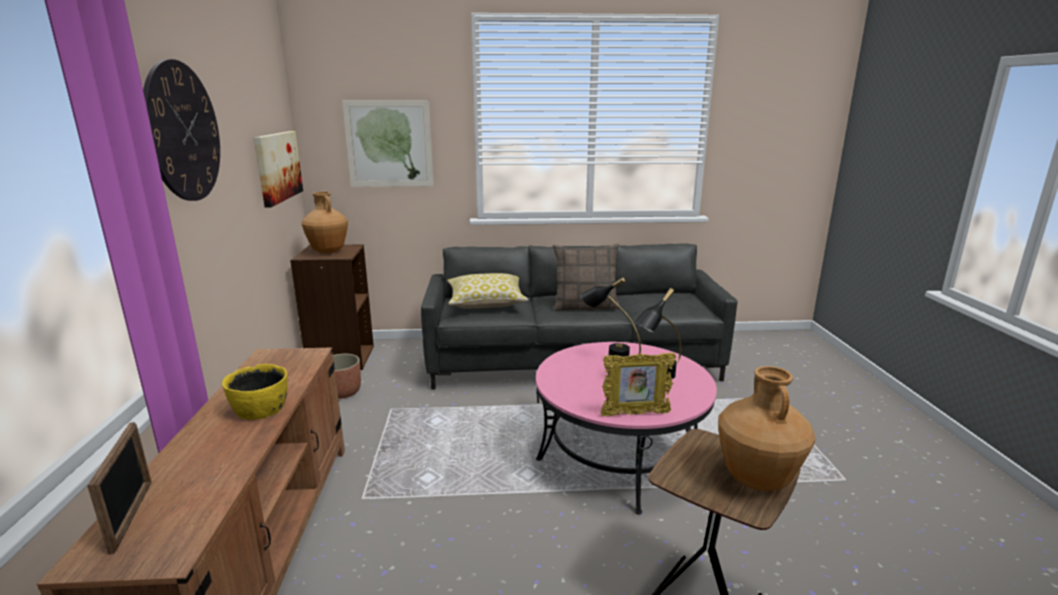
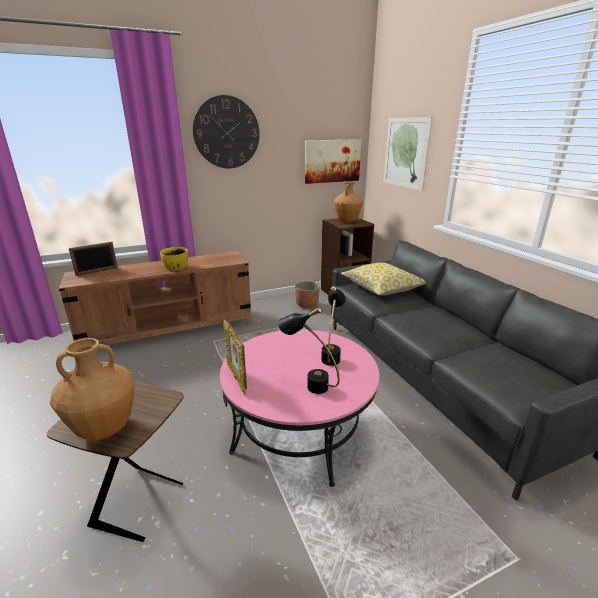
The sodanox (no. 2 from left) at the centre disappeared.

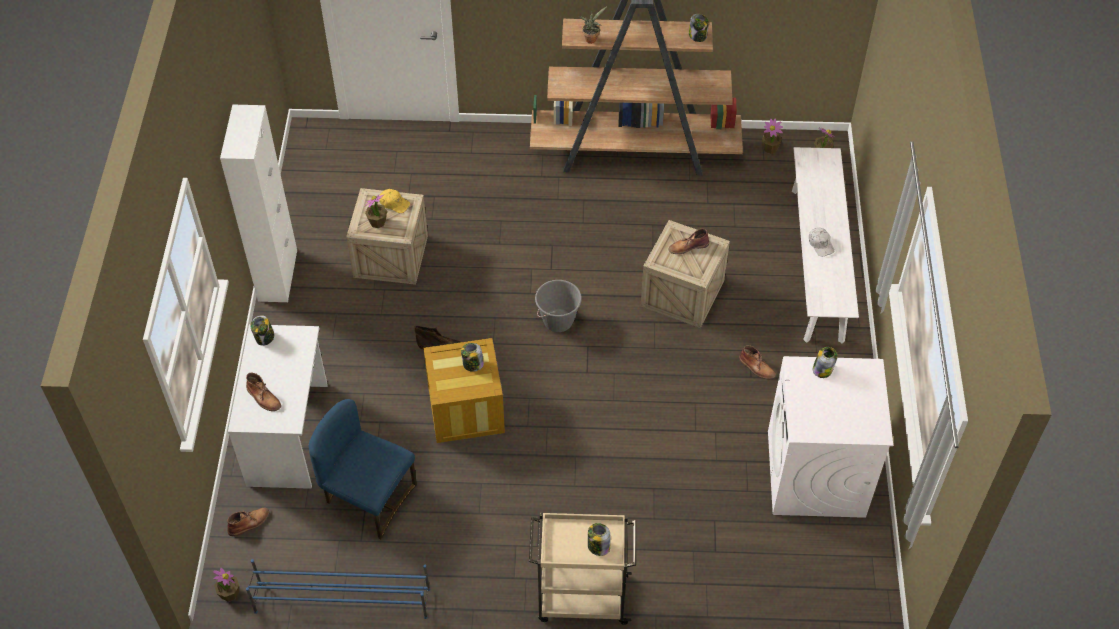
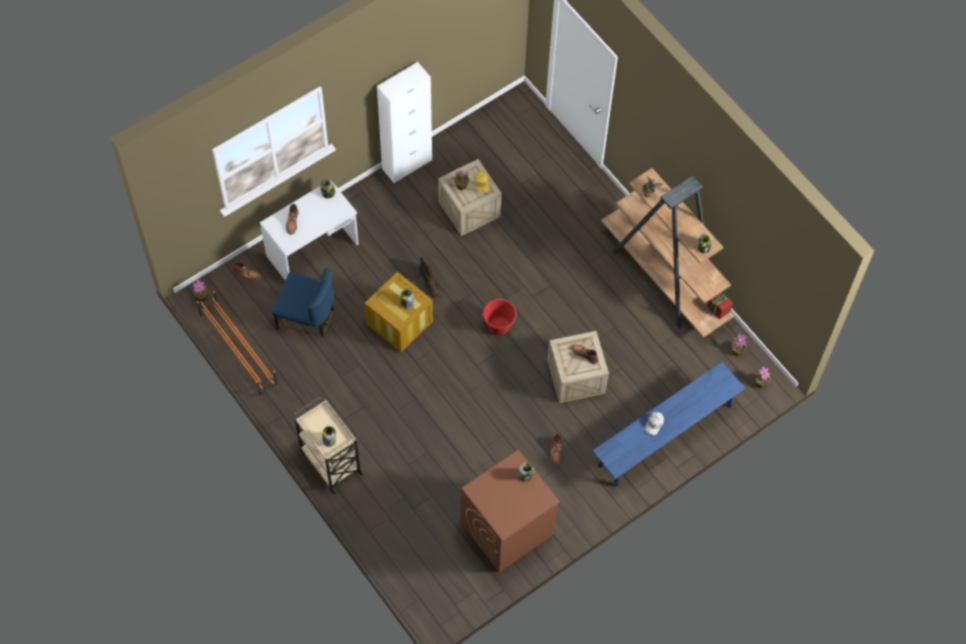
The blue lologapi at the bottom left became the orange lologapi at the middle left. The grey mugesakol at the centre became the red mugesakol at the centre. The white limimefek at the bottom right became the brown limimefek at the bottom centre. The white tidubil at the middle right became the blue tidubil at the middle right. The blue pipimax at the bottom left turned 120 degrees clockwise.

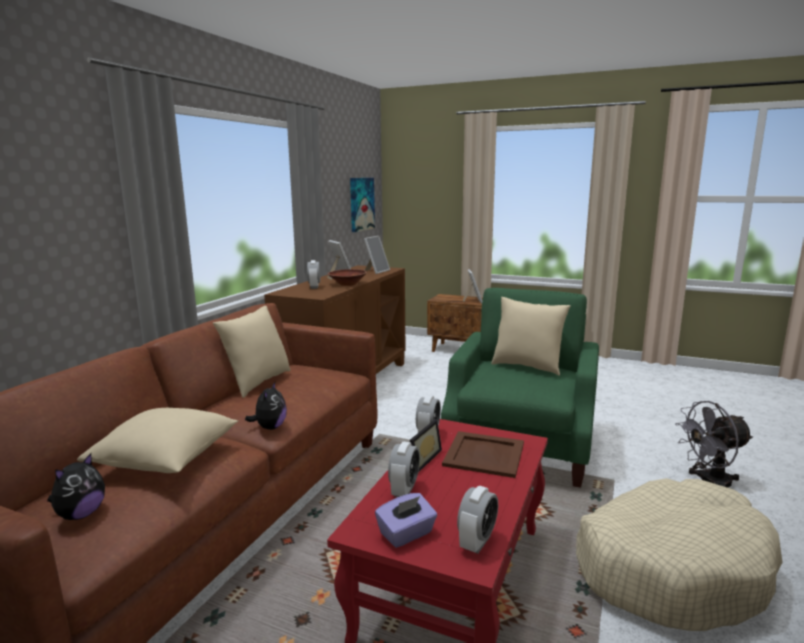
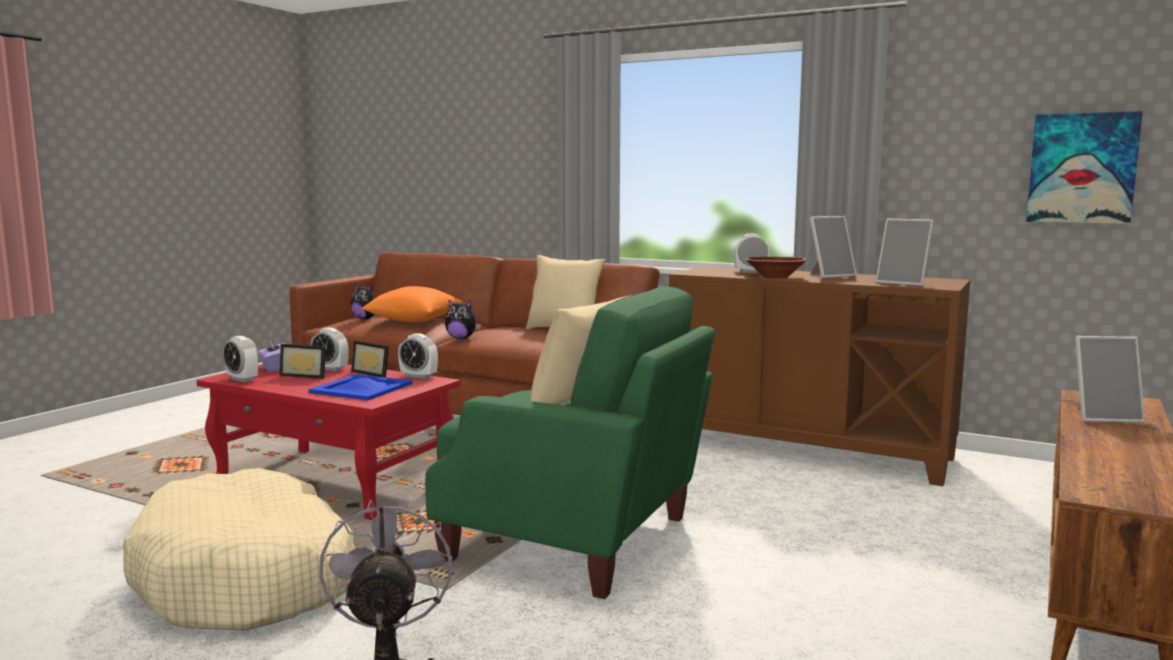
The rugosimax (no. 1 from left) at the middle left appeared. The beige sodanox (no. 1 from left) at the bottom left became the orange sodanox at the centre. The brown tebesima at the bottom centre became the blue tebesima at the middle left.

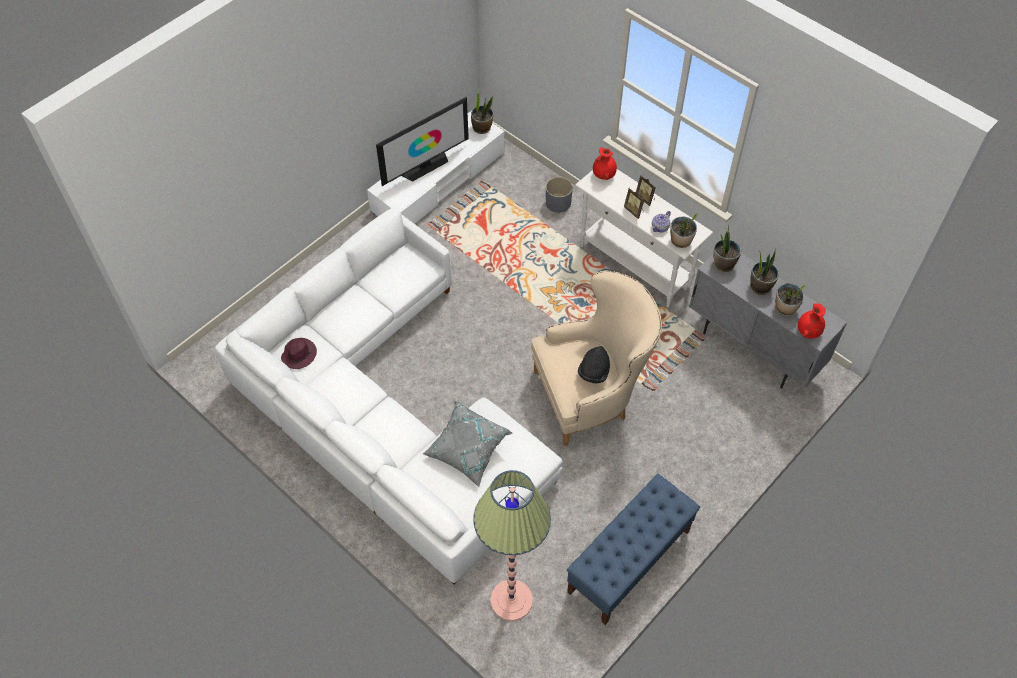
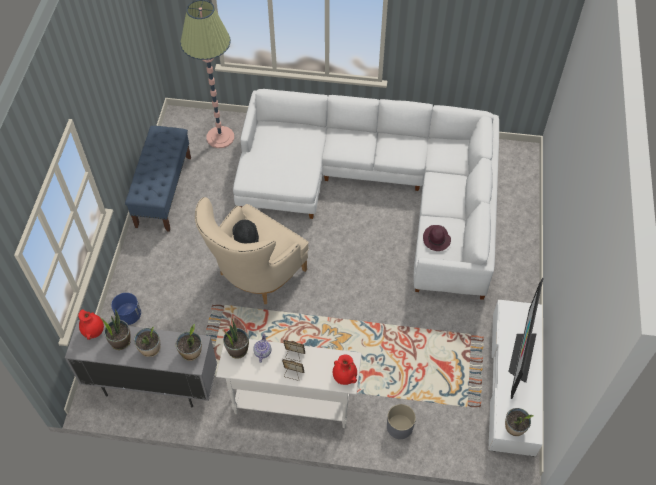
The grey sodanox at the centre disappeared. The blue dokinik at the middle left appeared. The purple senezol moved from the middle left to the centre.

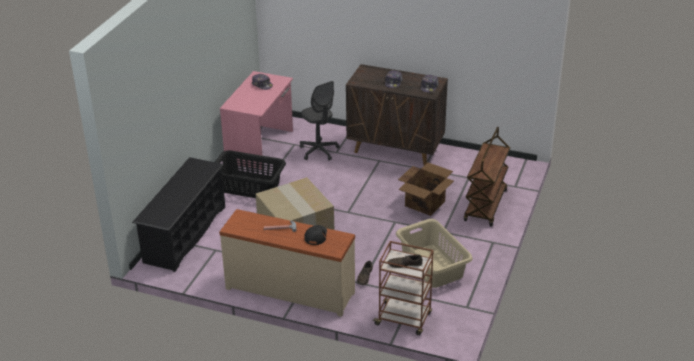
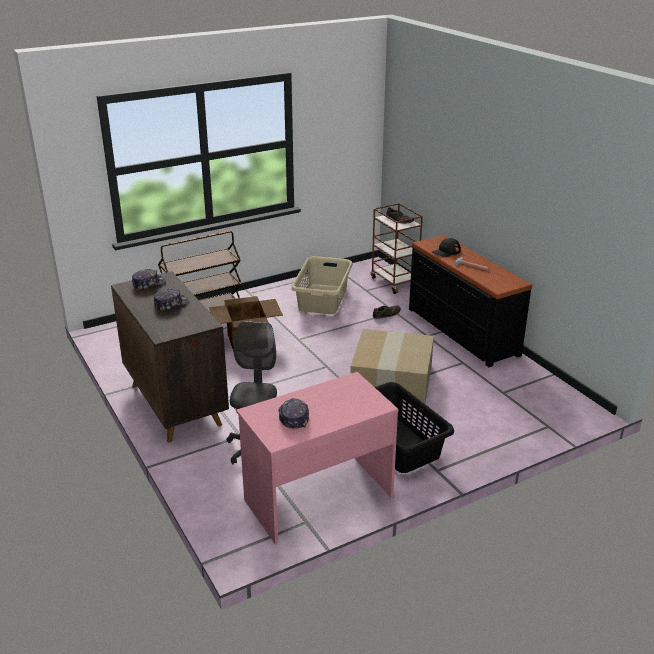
The black lologapi at the middle left disappeared. The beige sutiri at the bottom centre became the black sutiri at the middle right.

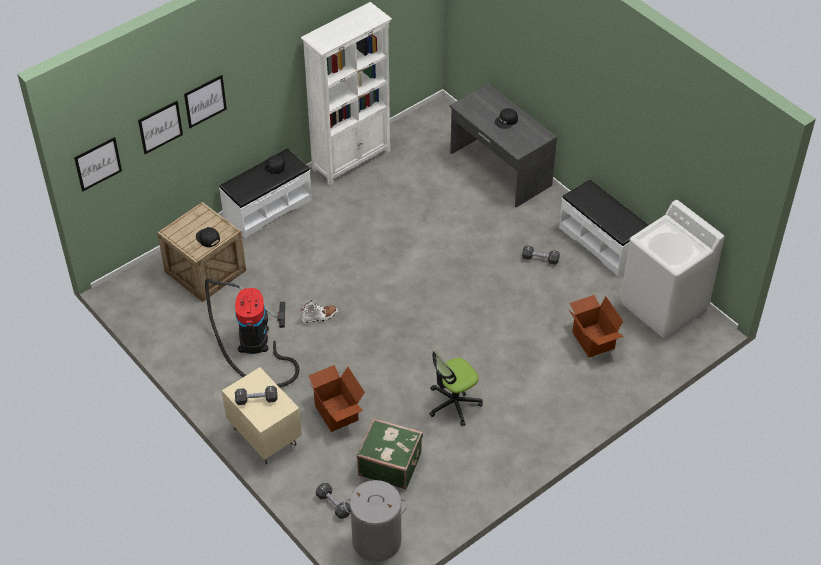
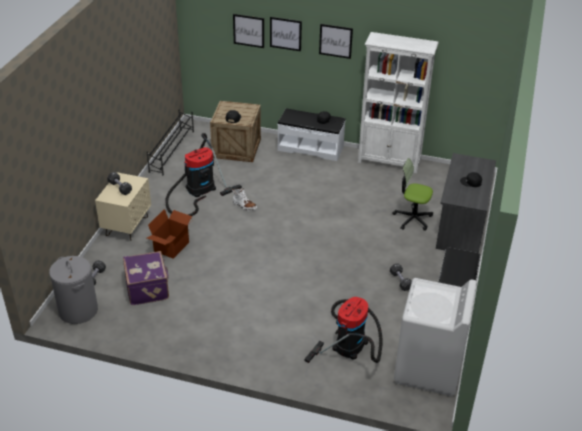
The black lologapi at the top left appeared. The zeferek (no. 1 from left in the first image) moved from the top left to the top centre. The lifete moved from the bottom centre to the middle right. The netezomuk (no. 2 from left) at the middle right was replaced by the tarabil (no. 2 from left) at the bottom centre. The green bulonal at the bottom centre became the purple bulonal at the middle left.

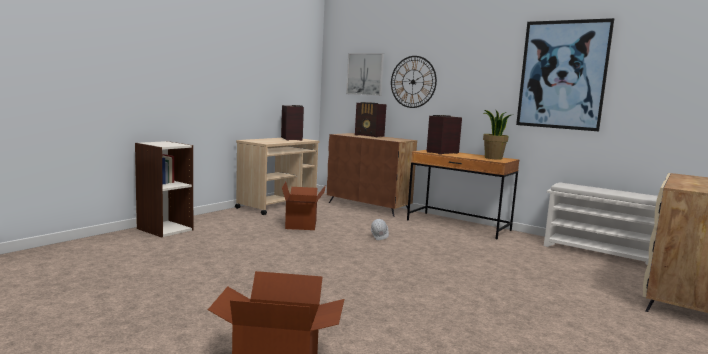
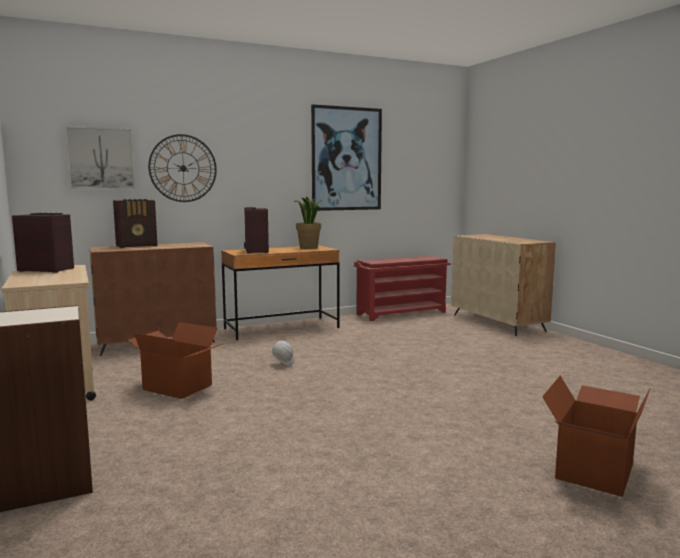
The white lologapi at the middle right became the red lologapi at the centre.

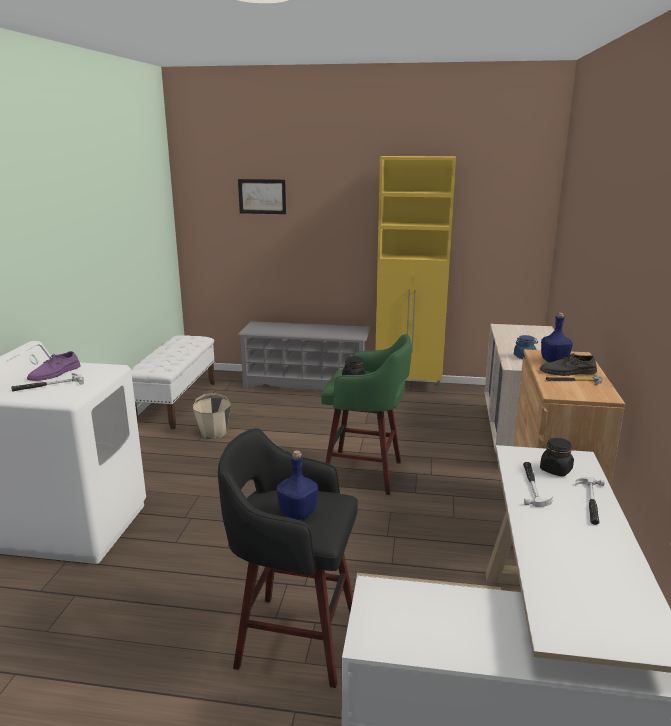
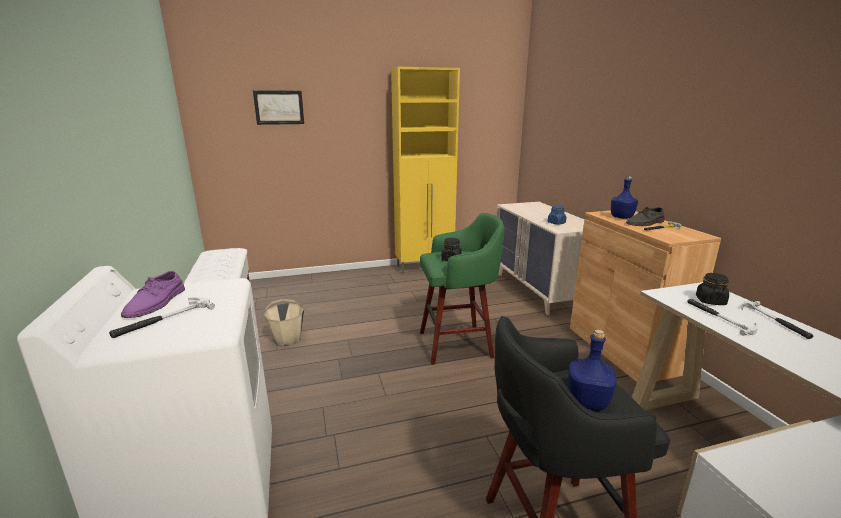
The grey lologapi at the centre disappeared.

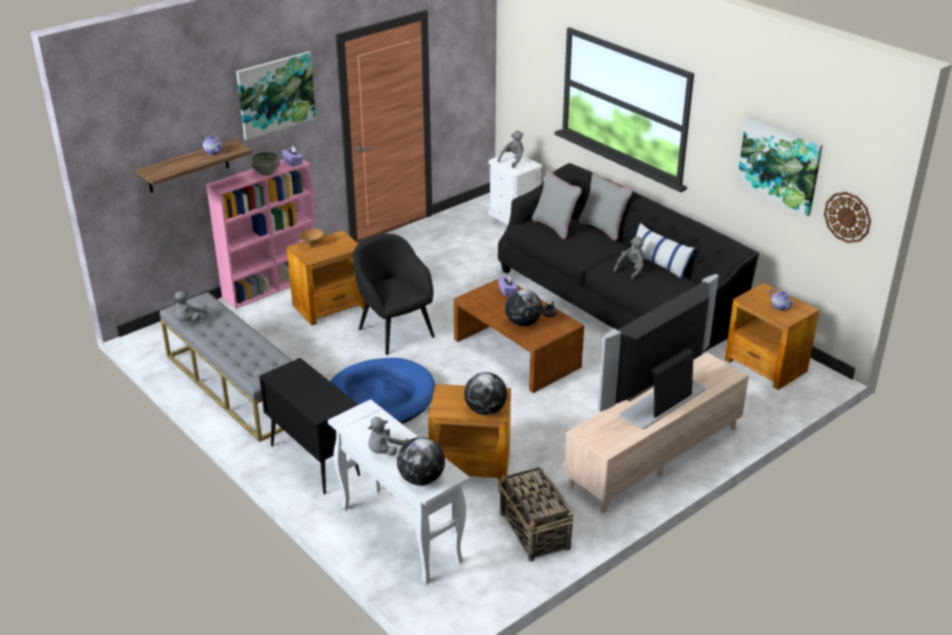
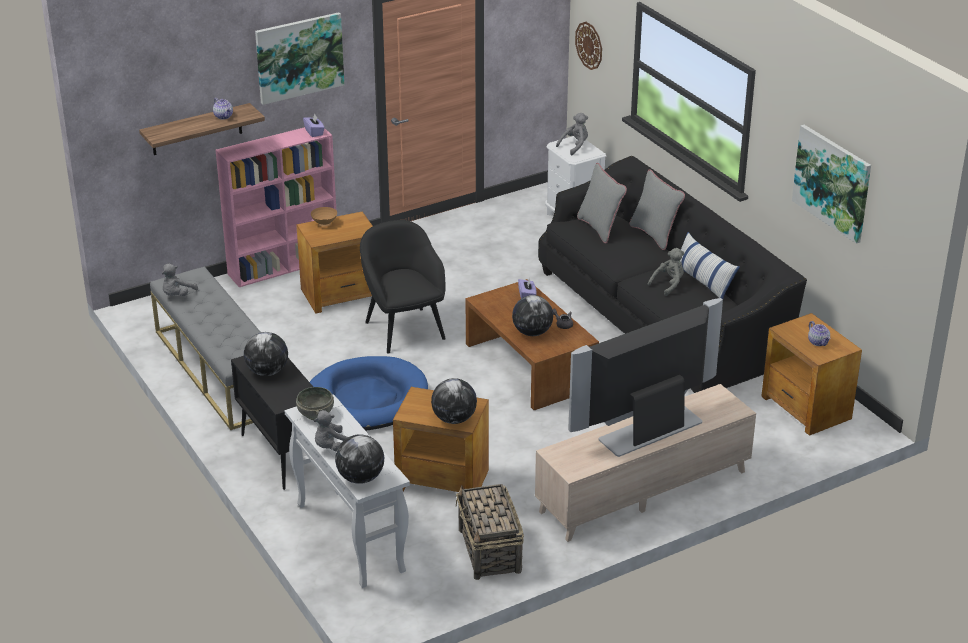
The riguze (no. 1 from left) at the middle left appeared. The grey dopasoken moved from the top left to the middle left. The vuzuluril moved from the middle right to the top centre.

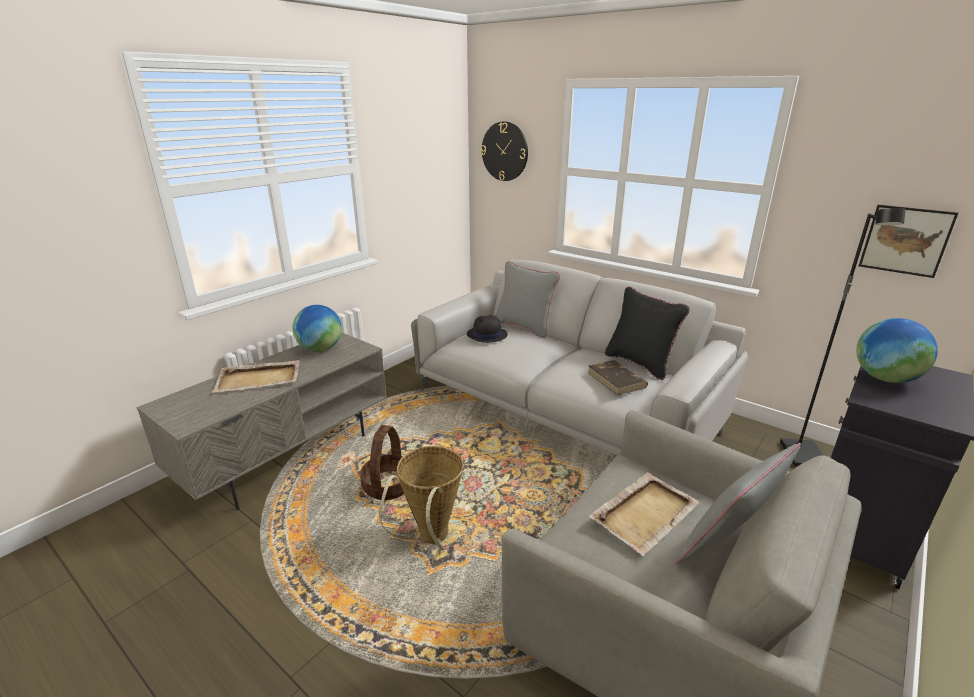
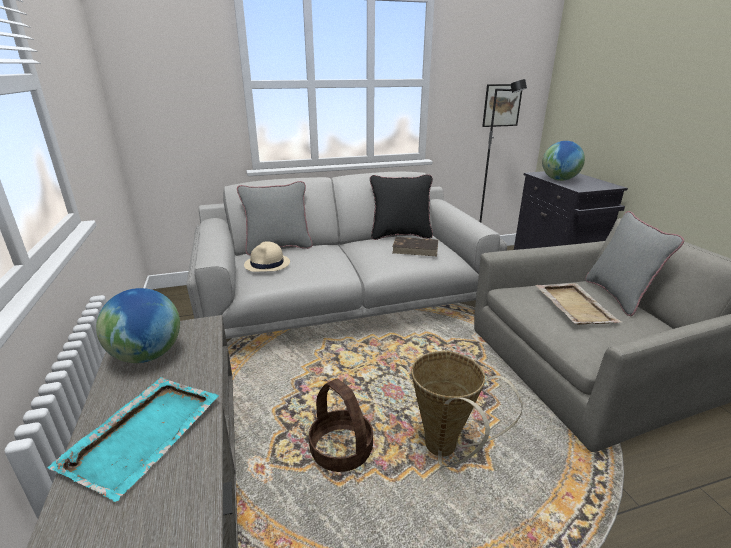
The vuzuluril at the top centre disappeared. The beige tebesima (no. 1 from left) at the middle left became the turquoise tebesima at the bottom left. The black senezol at the centre became the beige senezol at the centre.

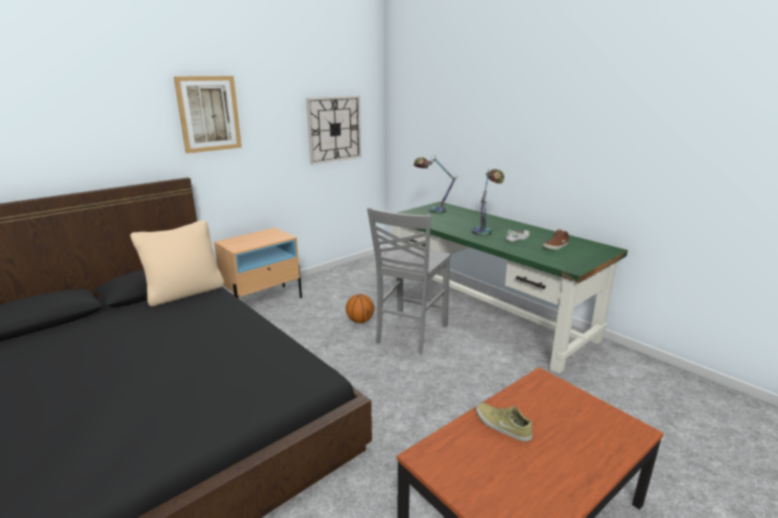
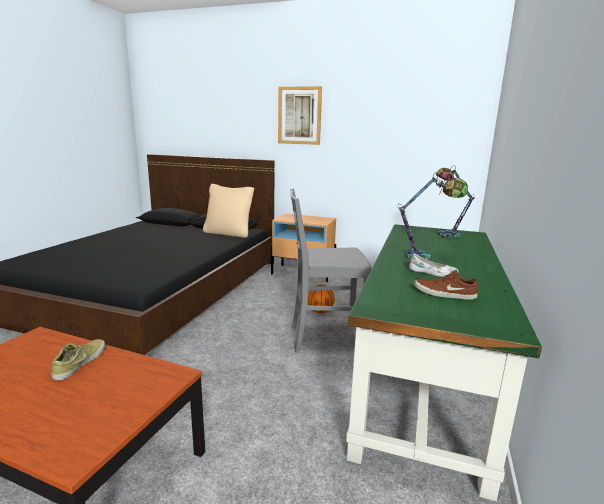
The vuzuluril at the top centre disappeared.

